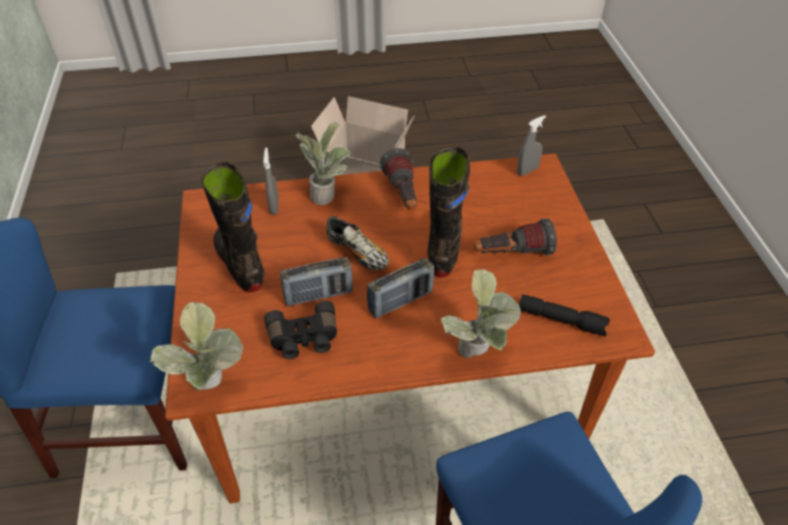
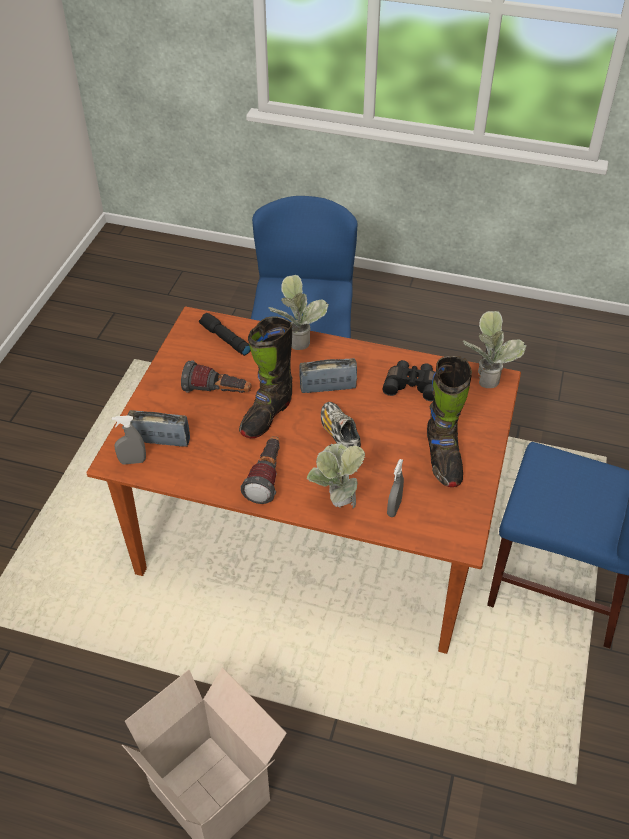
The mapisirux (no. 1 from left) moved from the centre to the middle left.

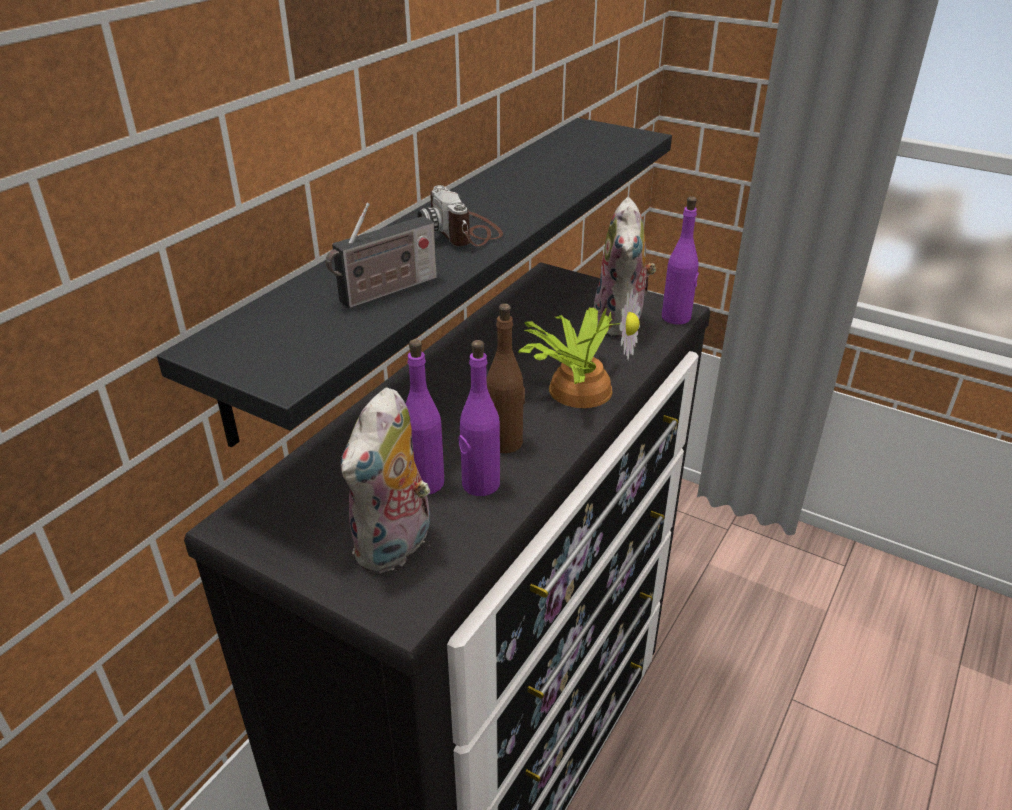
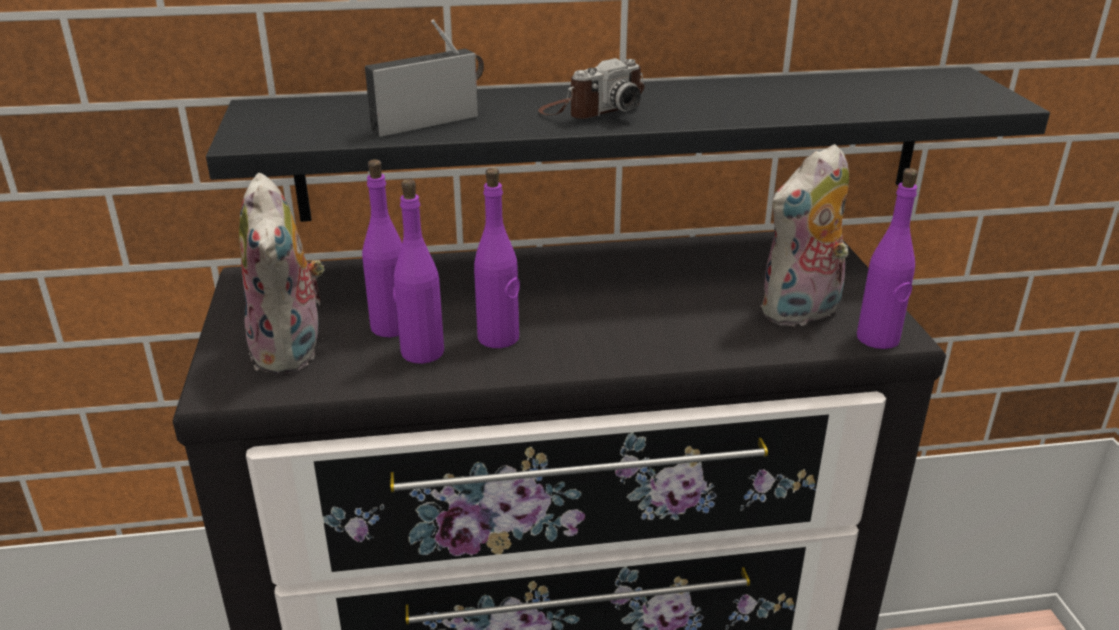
The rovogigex at the centre disappeared. The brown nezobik at the centre became the purple nezobik (no. 3 from left) at the centre. The mapisirux at the top centre turned 135 degrees clockwise. The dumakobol (no. 1 from left) at the centre turned 90 degrees counterclockwise. The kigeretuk at the top centre turned 150 degrees counterclockwise.

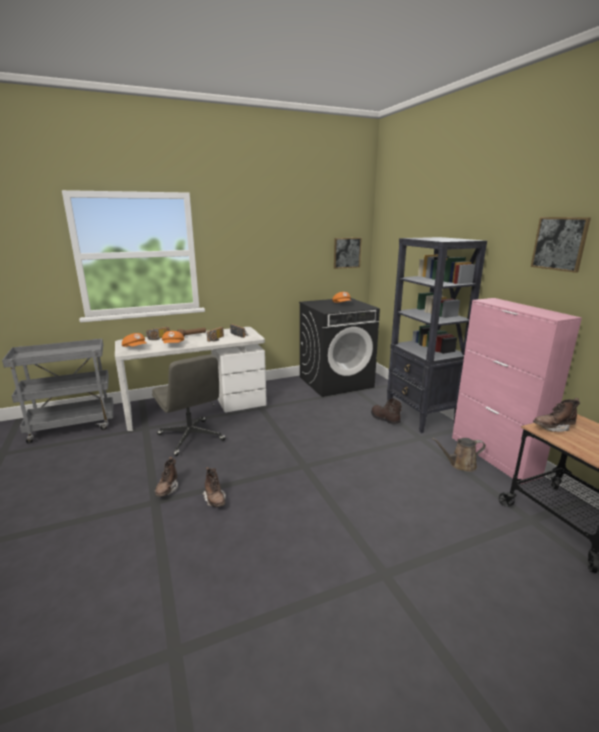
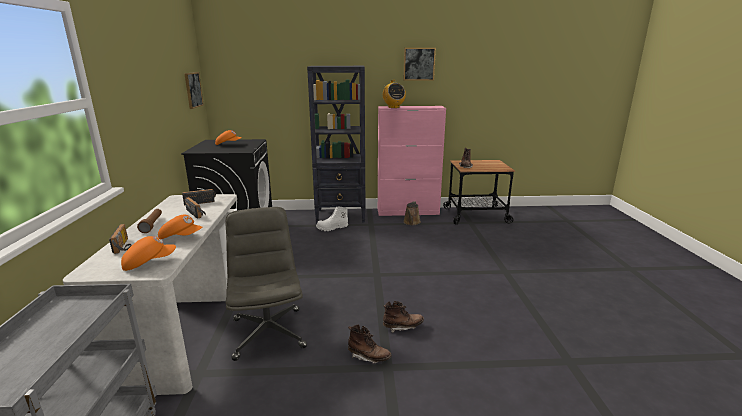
The mapisirux (no. 4 from left) at the top centre appeared. The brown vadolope (no. 3 from left) at the centre became the white vadolope at the centre. The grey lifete at the middle left turned 90 degrees counterclockwise.

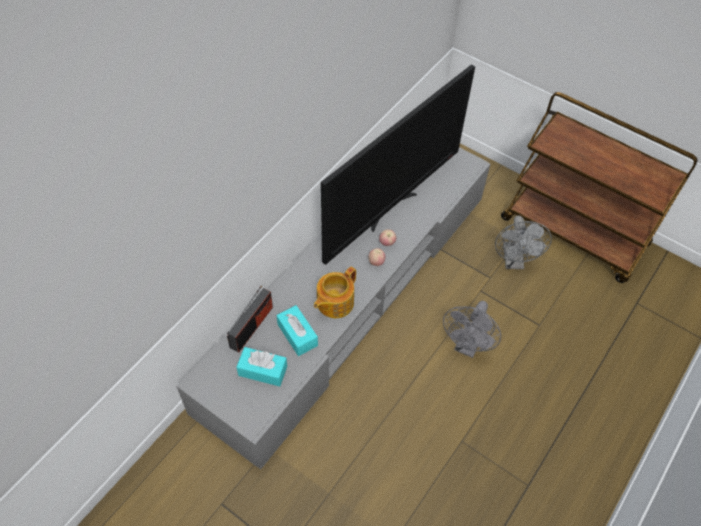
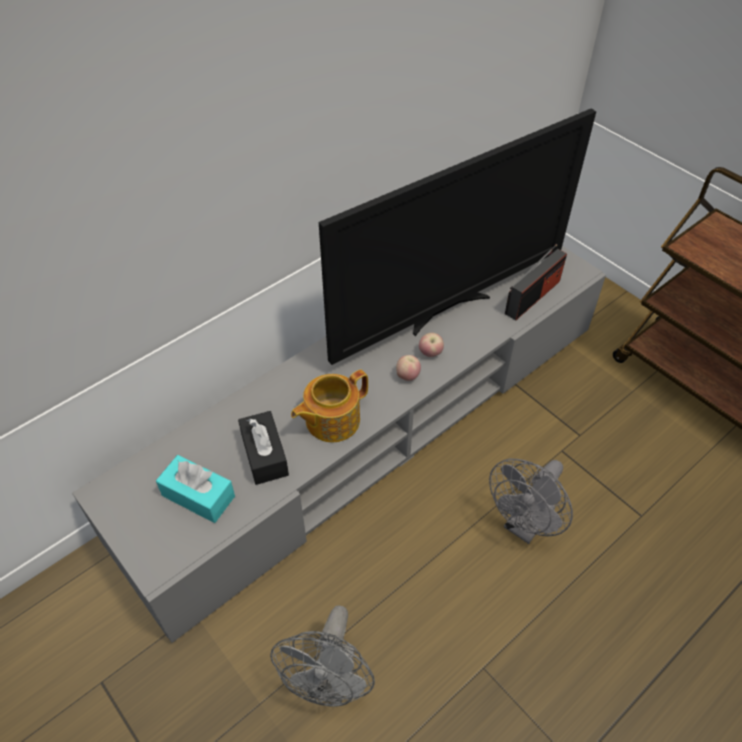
The mapisirux moved from the centre to the middle right. The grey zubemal (no. 2 from left in the first image) moved from the middle right to the bottom centre. The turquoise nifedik (no. 2 from left) at the centre became the black nifedik at the centre.

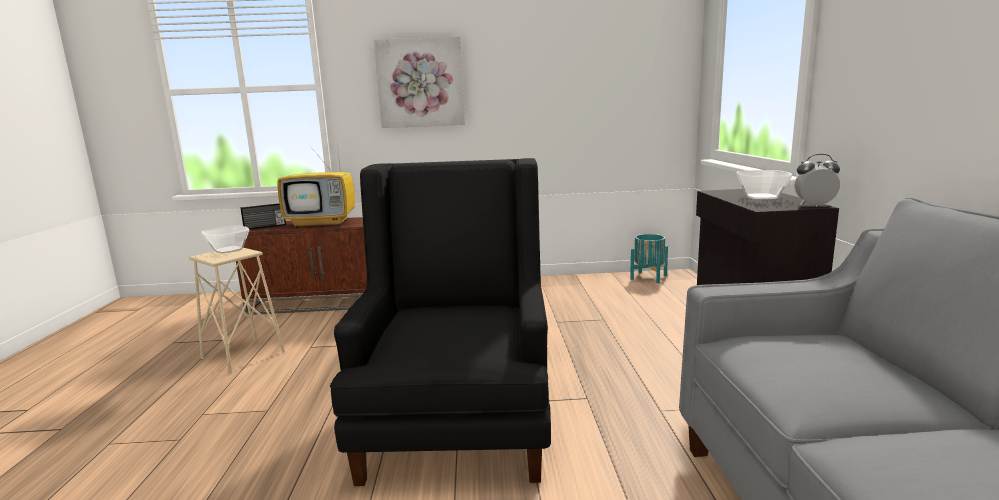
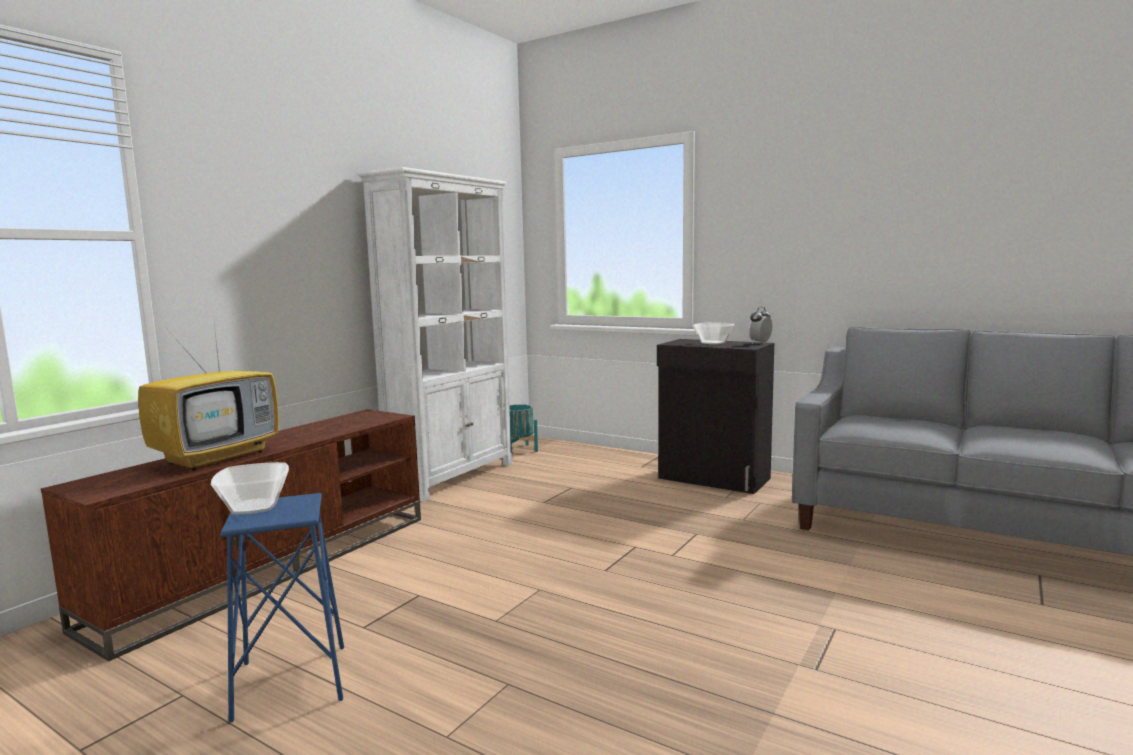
The mapisirux at the middle left disappeared. The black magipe at the centre disappeared. The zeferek at the top centre disappeared. The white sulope at the centre appeared. The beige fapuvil at the middle left became the blue fapuvil at the bottom left.

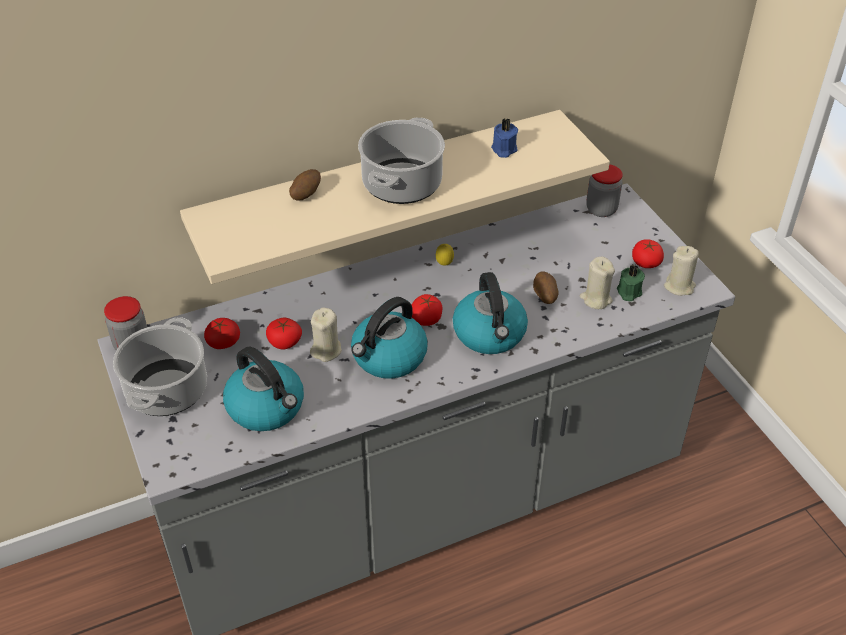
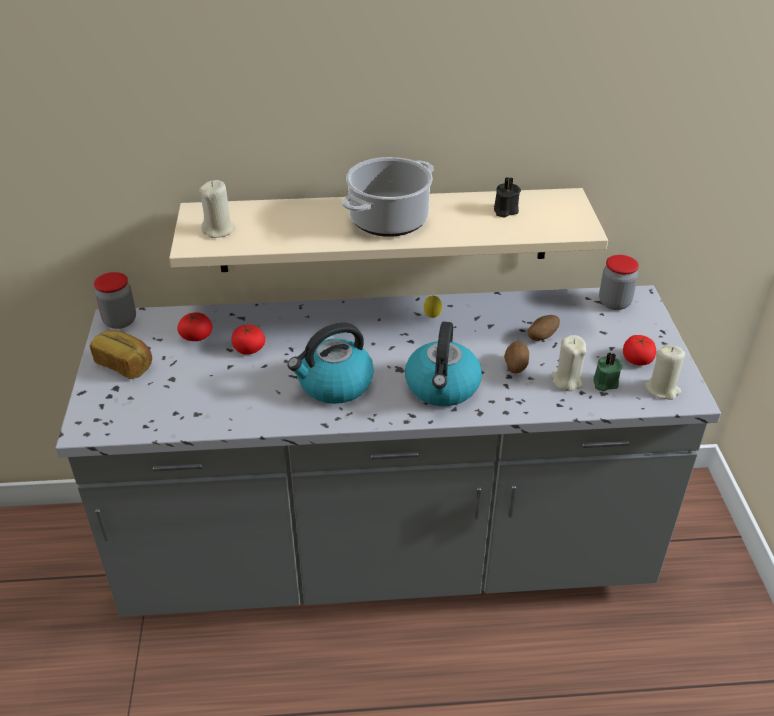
The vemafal (no. 1 from left) at the middle left disappeared. The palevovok (no. 3 from left) at the centre disappeared. The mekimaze (no. 1 from left in the first image) moved from the top centre to the middle right. The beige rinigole (no. 1 from left) moved from the centre to the top left. The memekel (no. 1 from left) at the middle left was replaced by the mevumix at the middle left. The blue rinigole at the top centre became the black rinigole at the top centre.

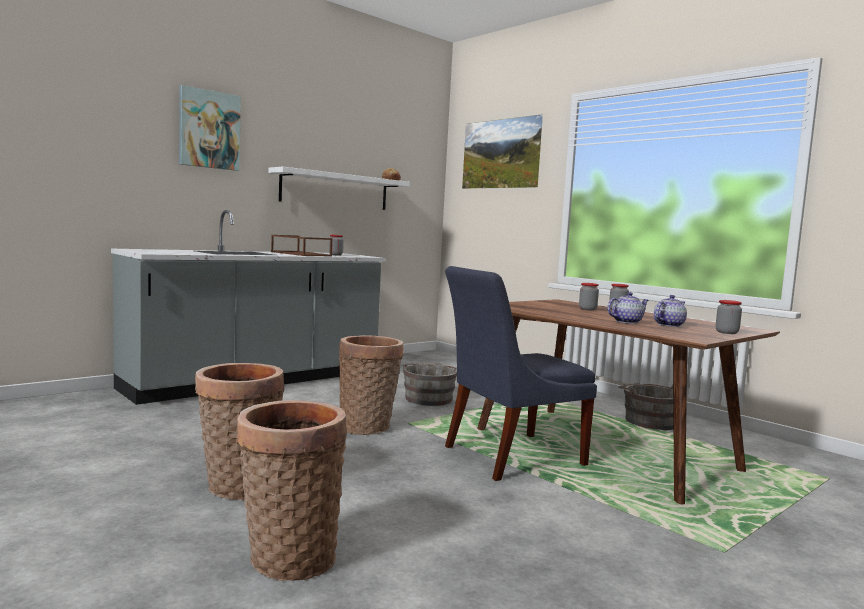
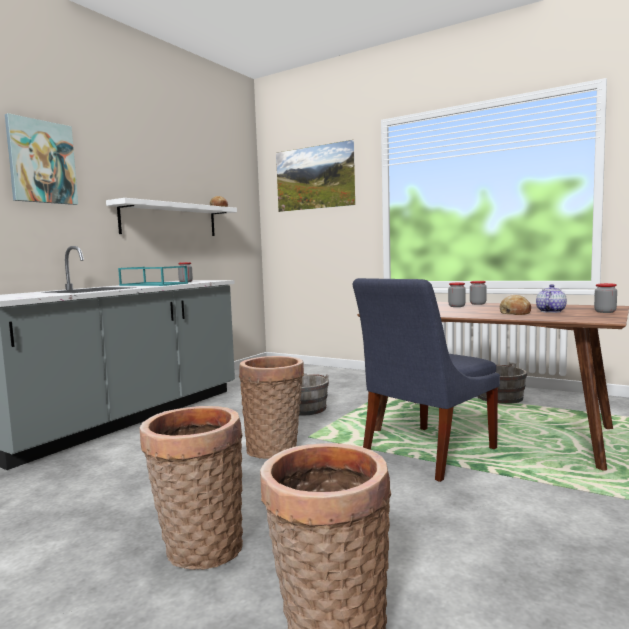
The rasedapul (no. 1 from left) at the middle right was replaced by the mevumix (no. 2 from left) at the middle right. The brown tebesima at the centre became the turquoise tebesima at the middle left.

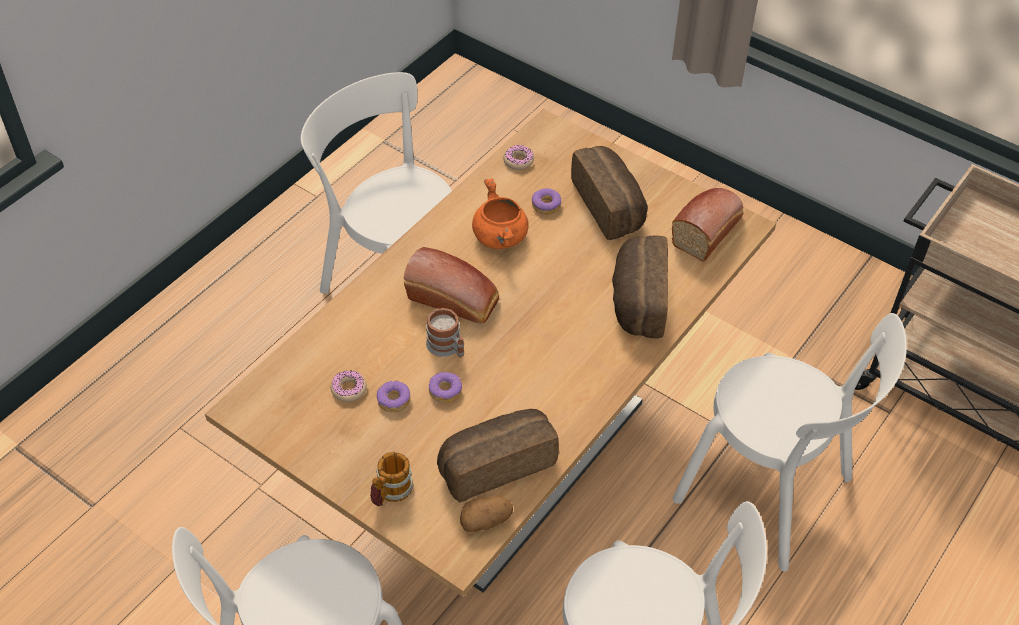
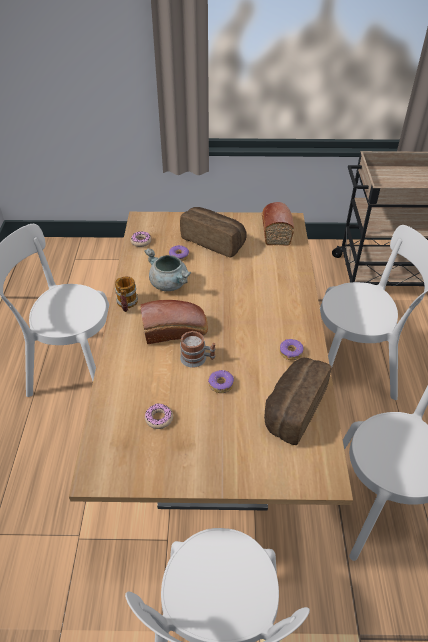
The mekimaze at the bottom centre disappeared. The mevumix (no. 4 from left) at the centre disappeared. The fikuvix (no. 1 from left) moved from the bottom centre to the middle left. The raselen (no. 2 from left in the first image) moved from the centre to the middle right. The orange memekel at the centre became the grey memekel at the centre.

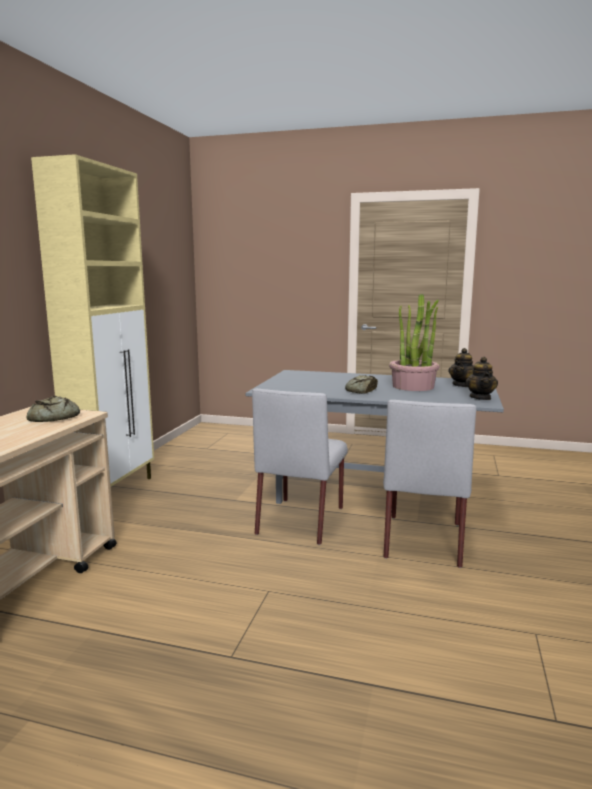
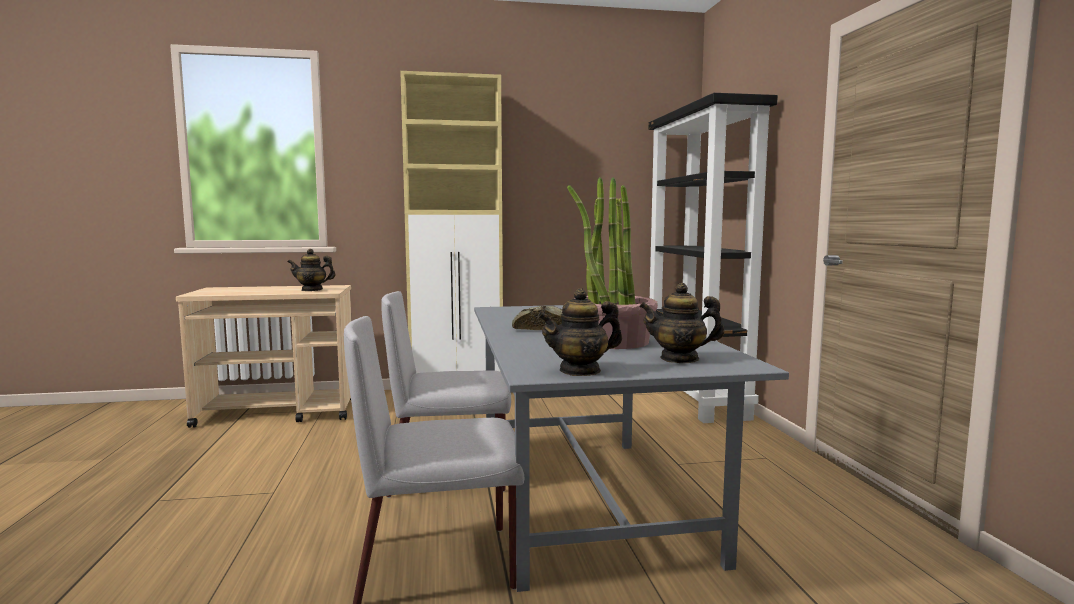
The black sulope at the centre appeared. The mevumix (no. 1 from left) at the middle left was replaced by the rasedapul (no. 1 from left) at the middle left.

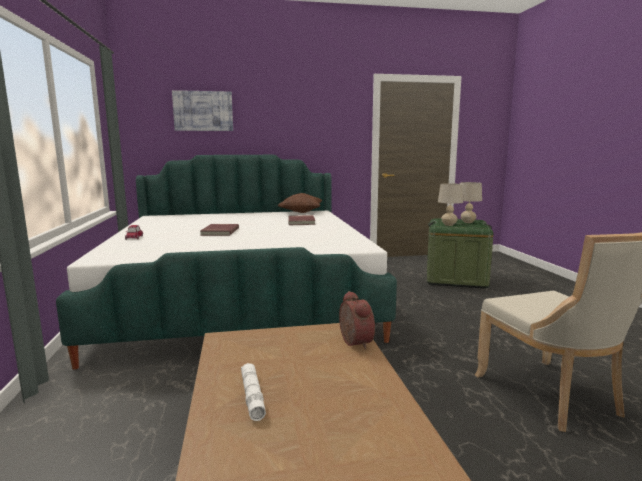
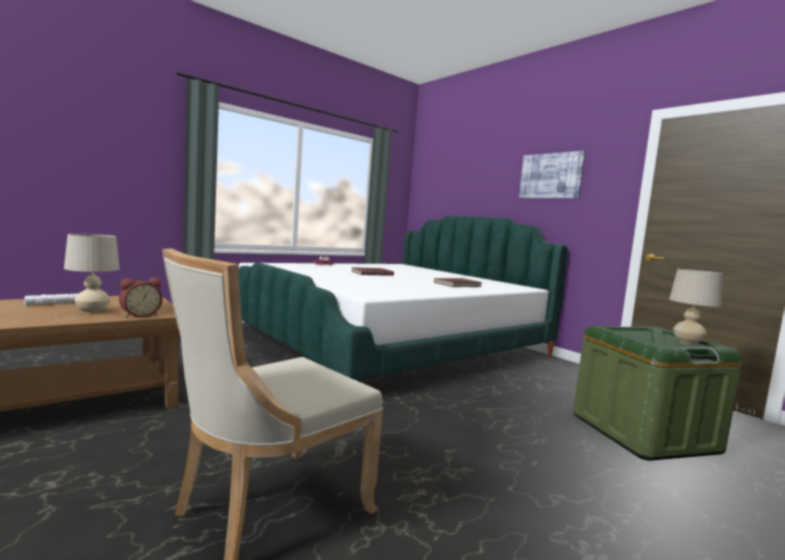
The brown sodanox at the centre disappeared. The zeferek moved from the top left to the top right. The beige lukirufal (no. 1 from left) moved from the middle right to the middle left.

